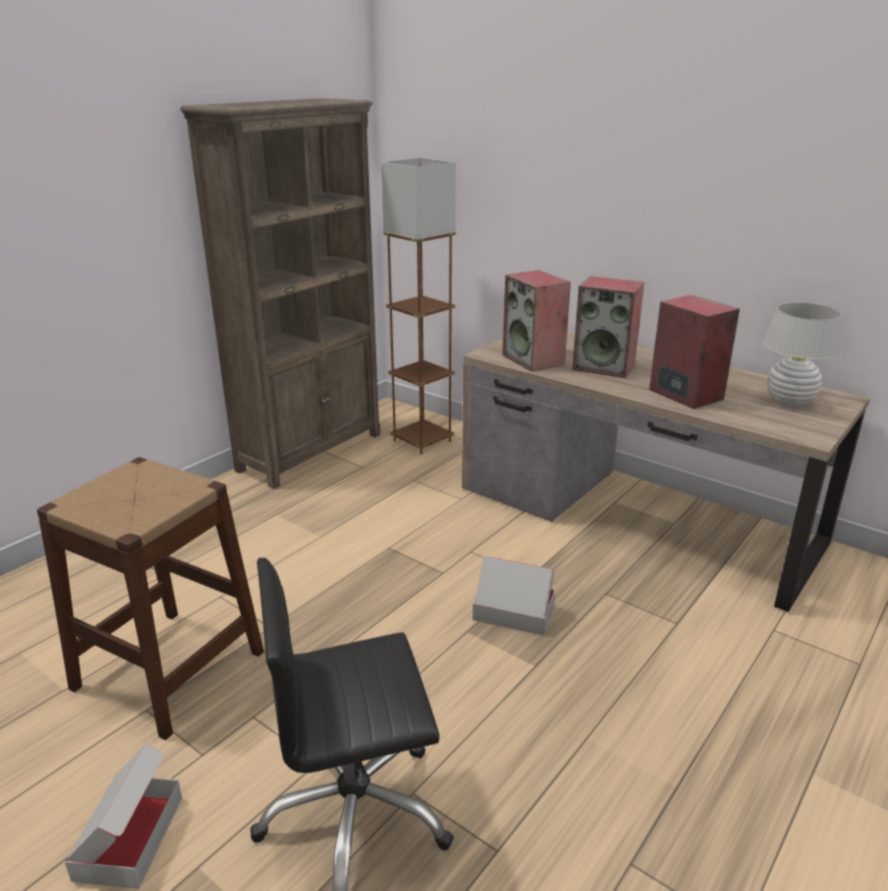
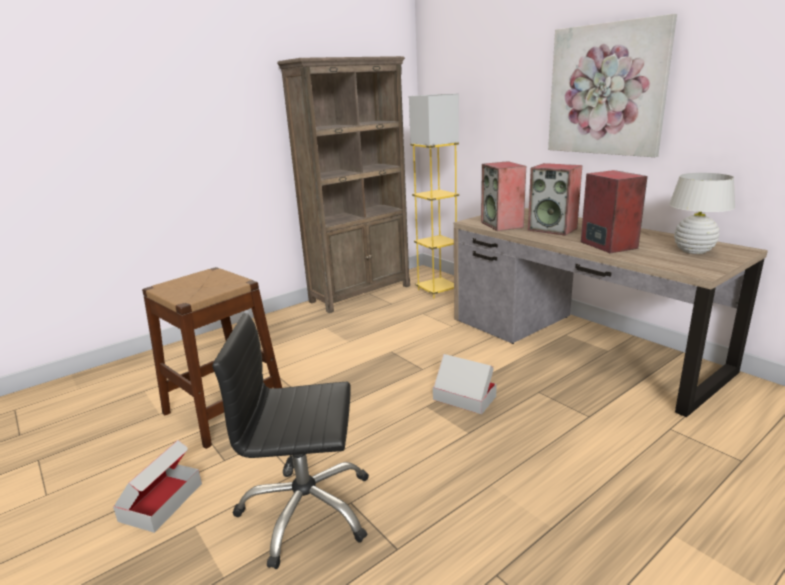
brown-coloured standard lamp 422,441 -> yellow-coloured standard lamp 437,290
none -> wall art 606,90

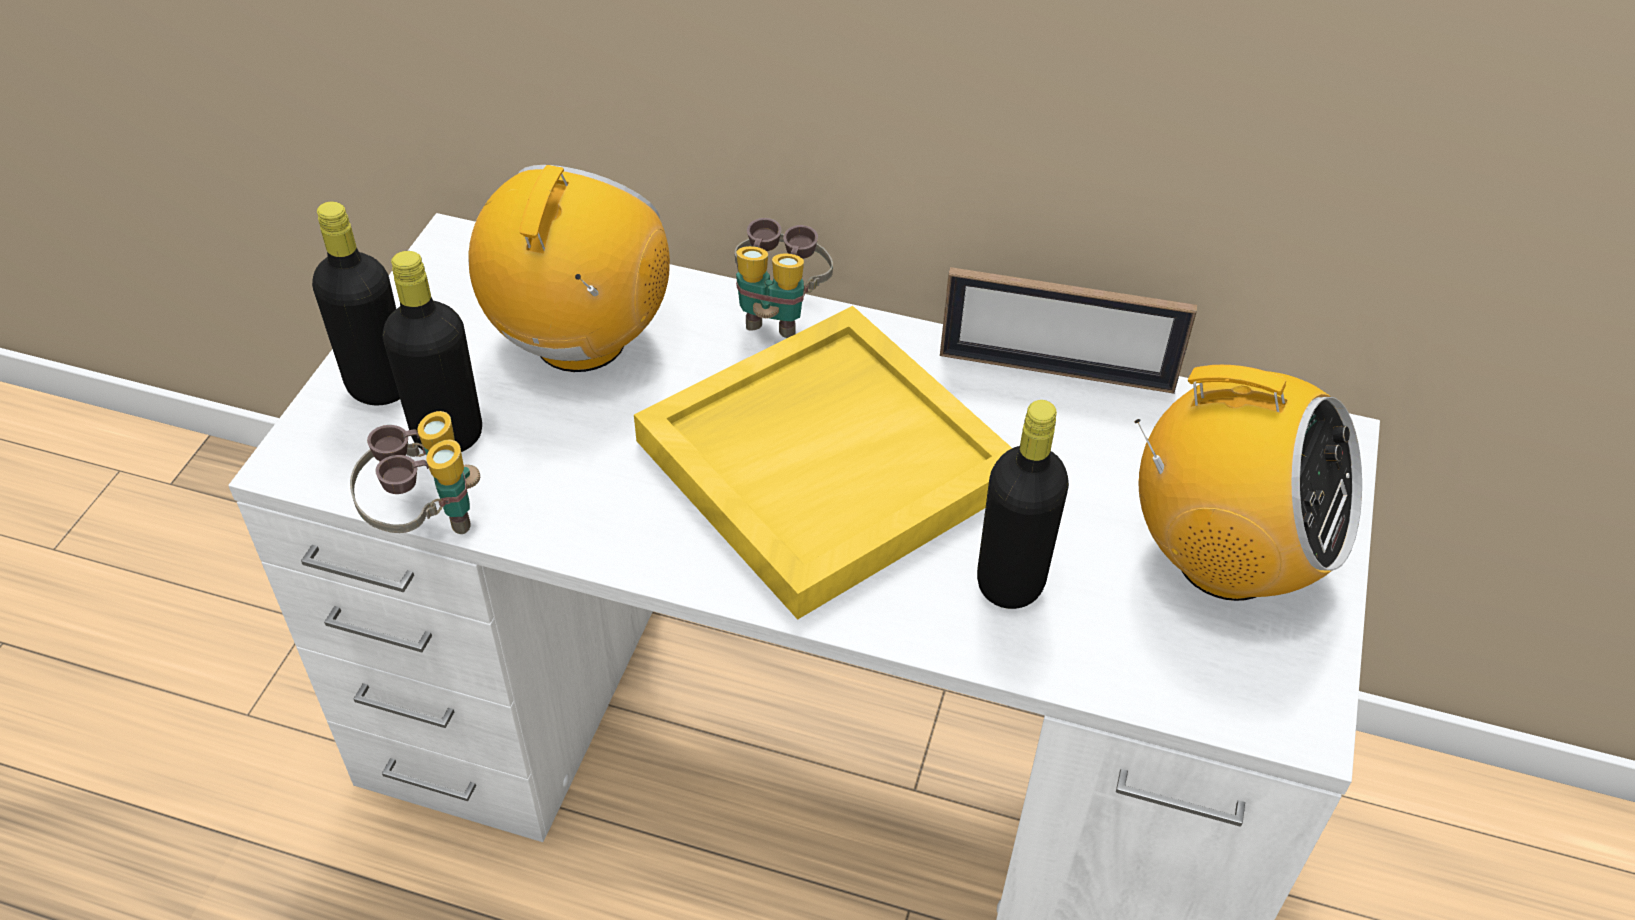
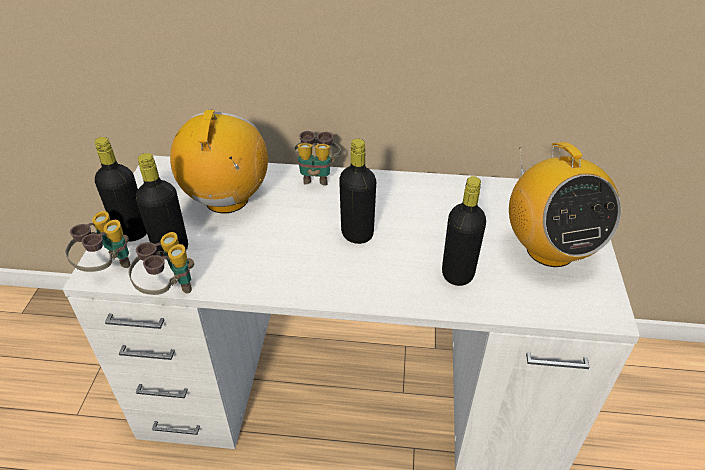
none -> binoculars 107,268
yellow-coloured tray 827,460 -> blackish drink bottle 357,234
radio receiver 1224,559 -> radio receiver 549,249, 60 degrees clockwise
picture frame 1056,371 -> none

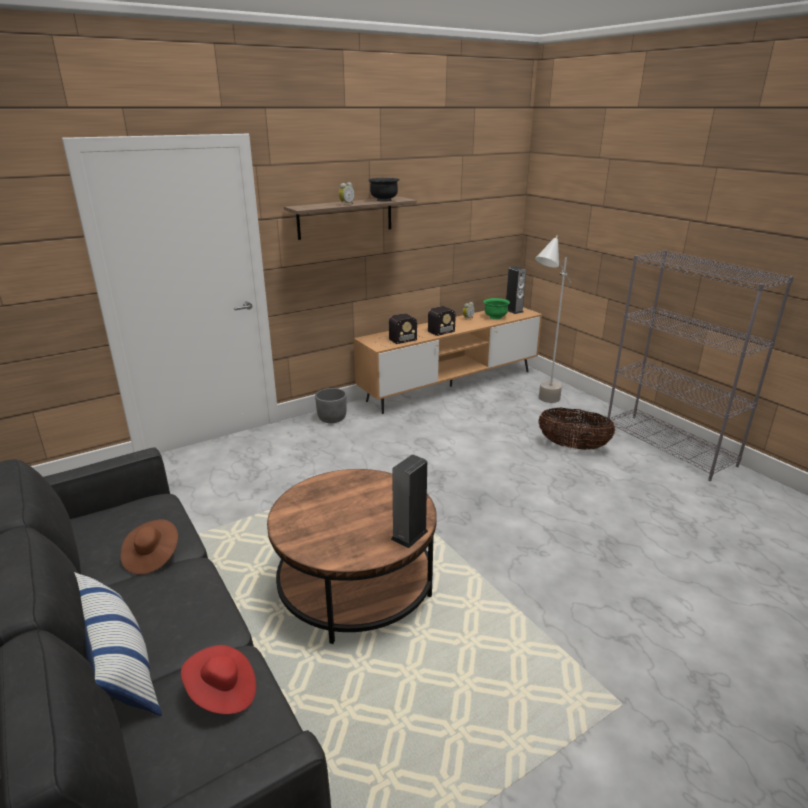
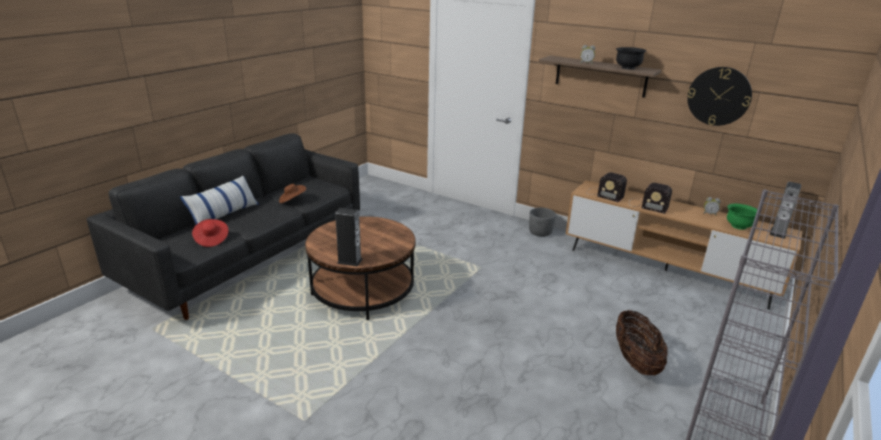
none -> wall clock 719,96
greyish standard lamp 541,404 -> none

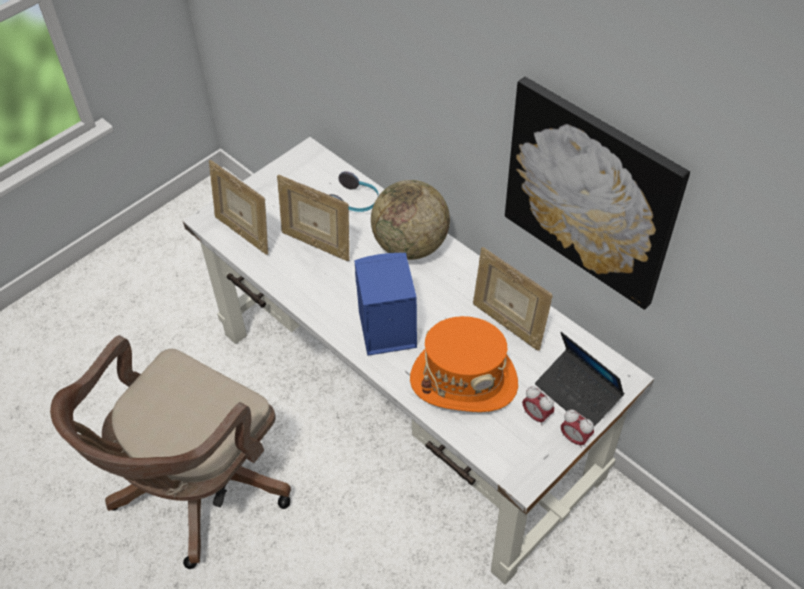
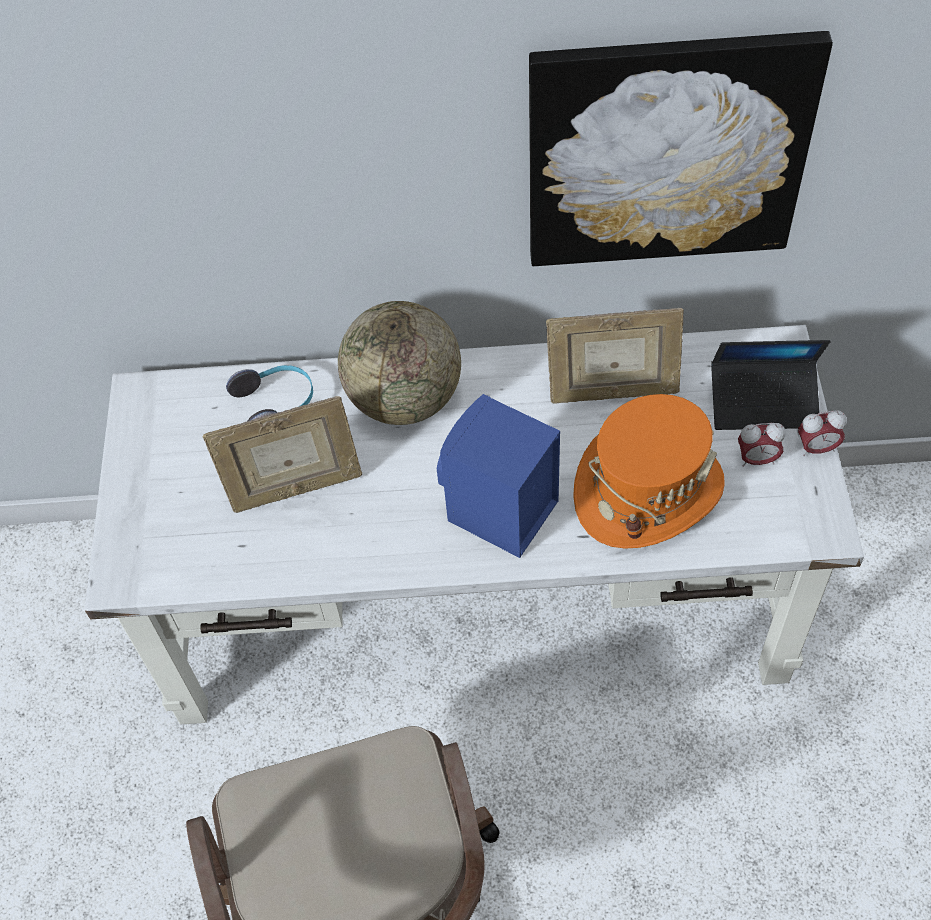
picture frame 244,233 -> none

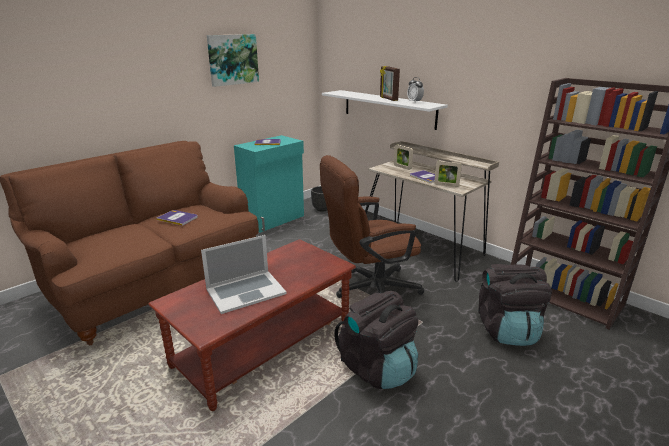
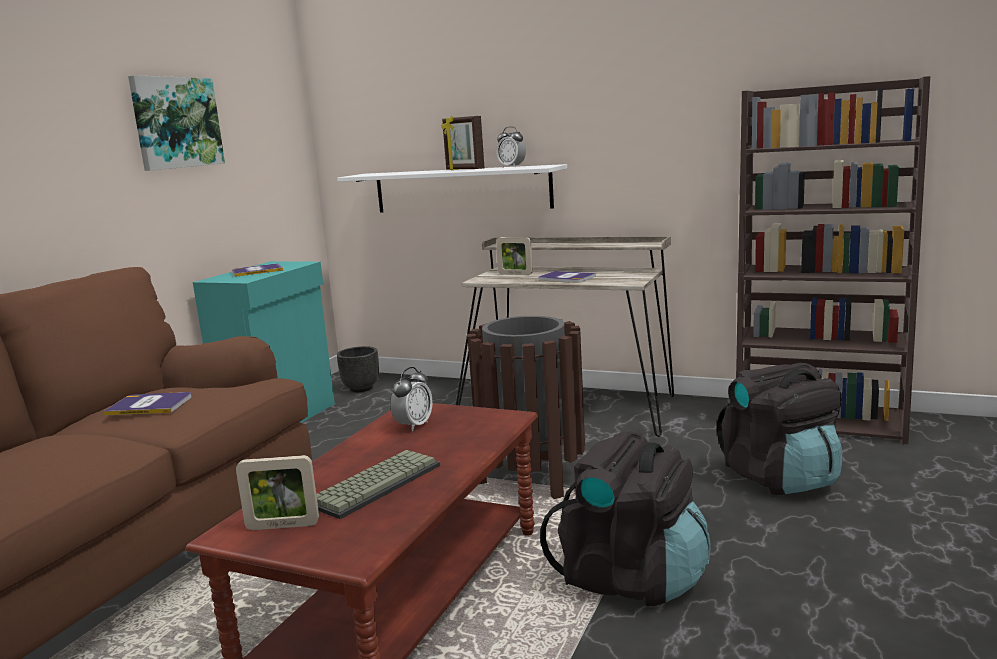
picture frame 446,185 -> picture frame 283,526, shifted
portable computer 245,291 -> PC keyboard 376,484
none -> alarm clock 414,425
brown-coloured computer chair 369,290 -> brown-coloured waste bin 532,478

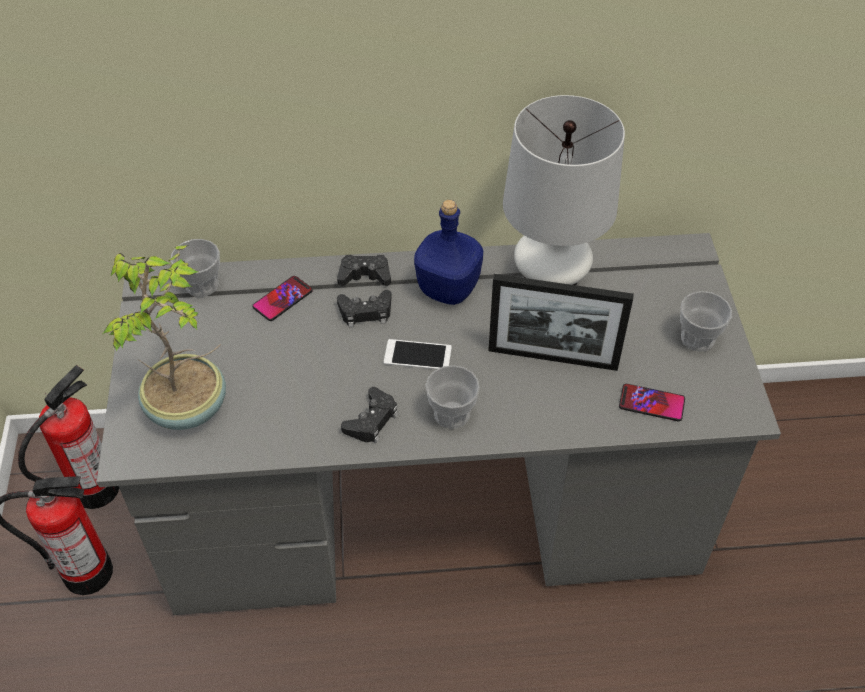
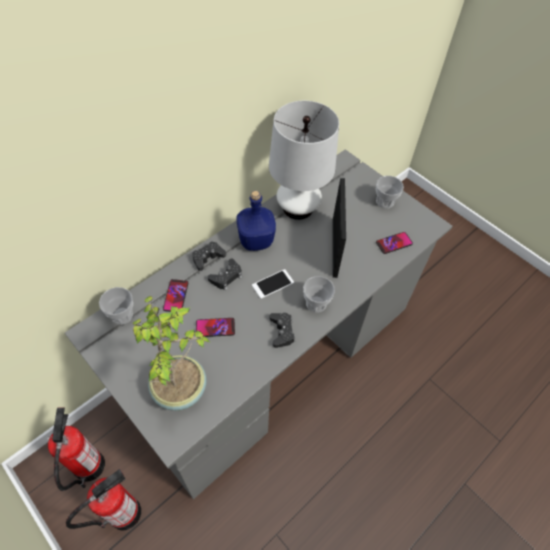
none -> telephone 215,328
picture frame 552,358 -> picture frame 334,247, 60 degrees counterclockwise

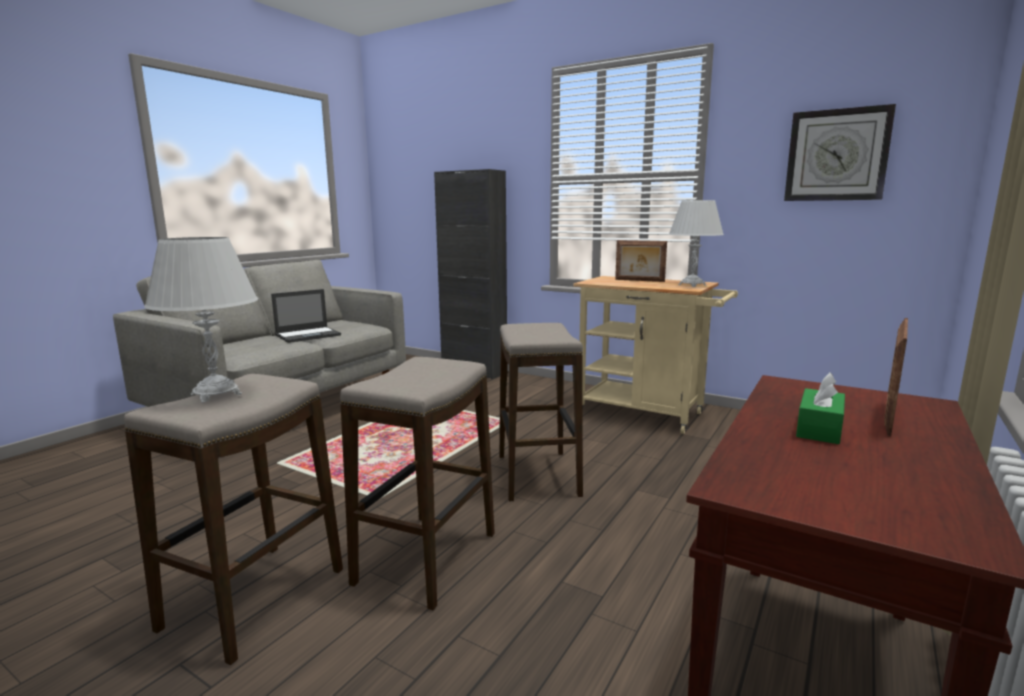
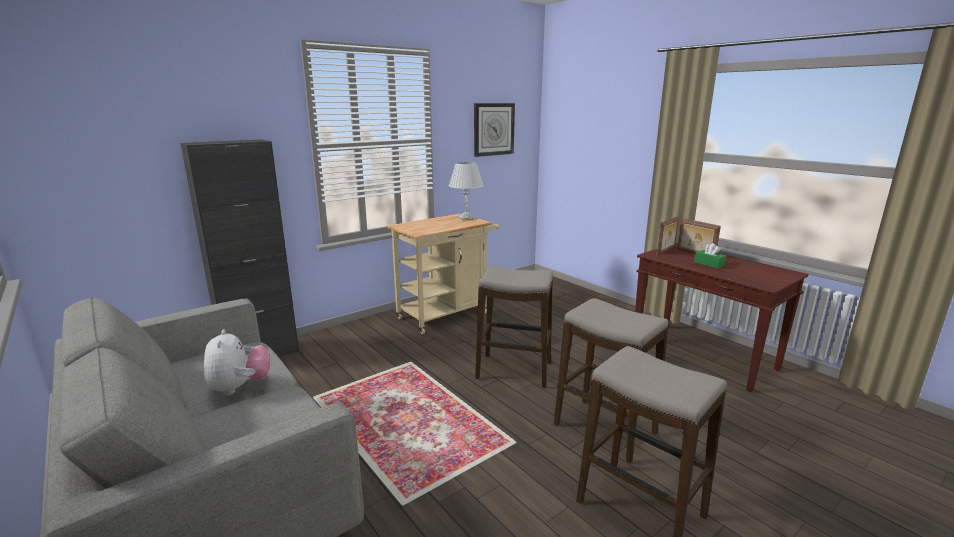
portable computer 309,335 -> plush toy 240,387
picture frame 639,280 -> picture frame 666,251, shifted
white-coloured tabletop lamp 216,394 -> none

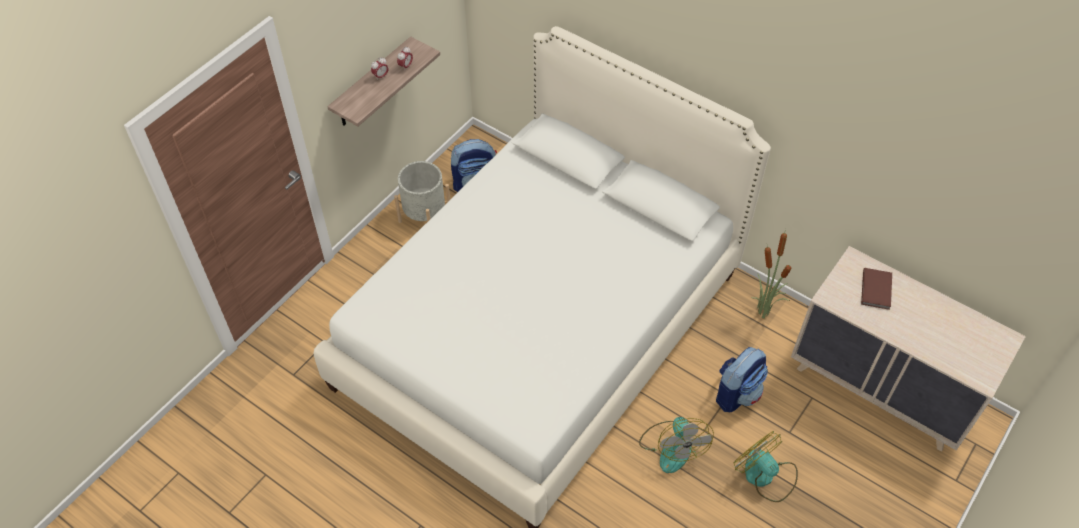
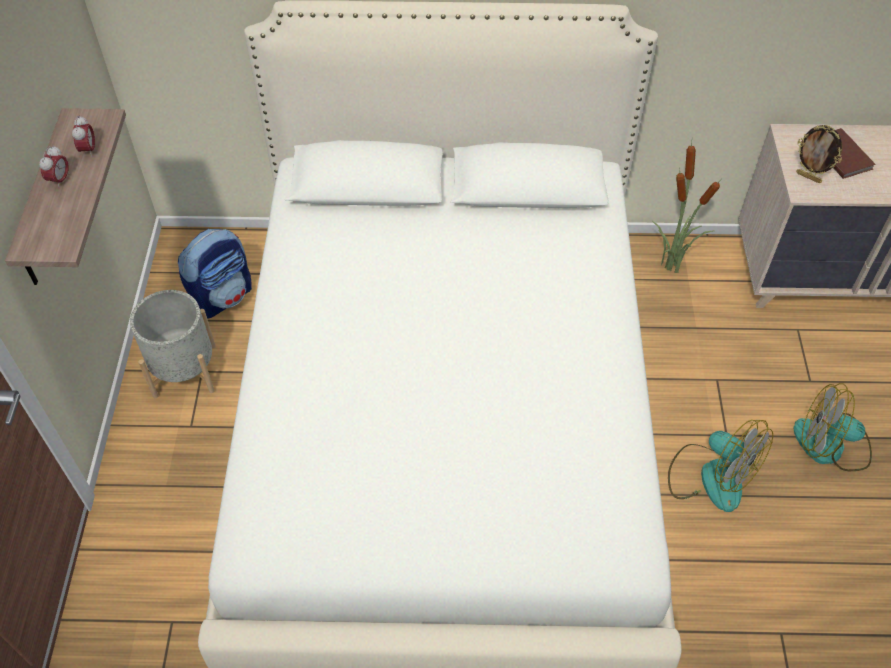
none -> picture frame 809,177
backpack 736,393 -> none

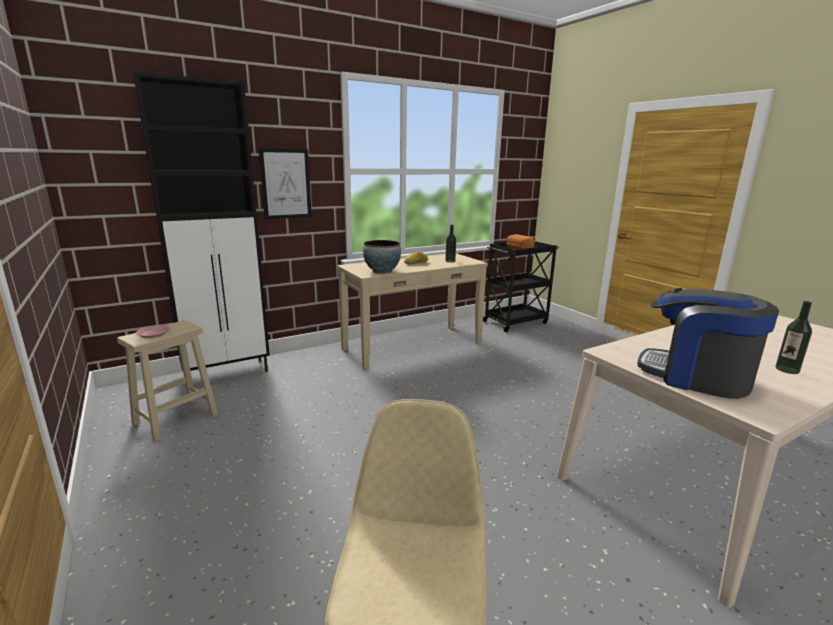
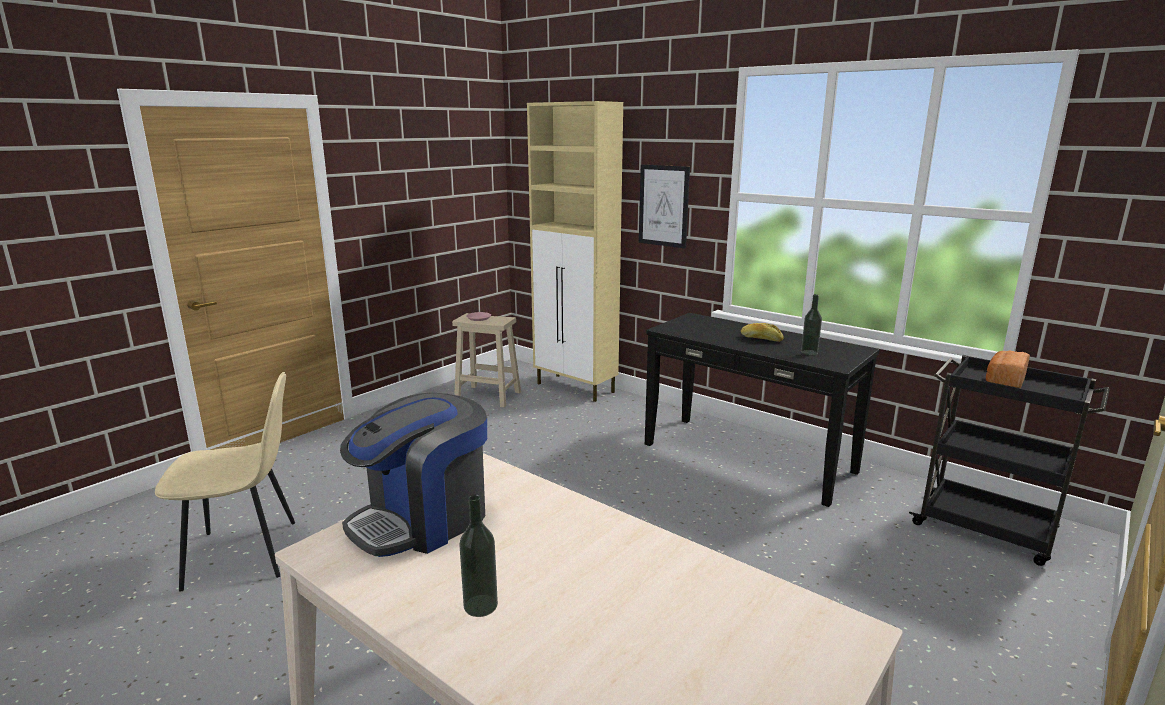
coffee brewer 695,376 -> coffee brewer 423,520, 150 degrees counterclockwise
blackish cabinet 228,373 -> beige-coloured cabinet 576,388
beige-coloured console table 412,346 -> blackish console table 747,457
bowl 382,271 -> none

